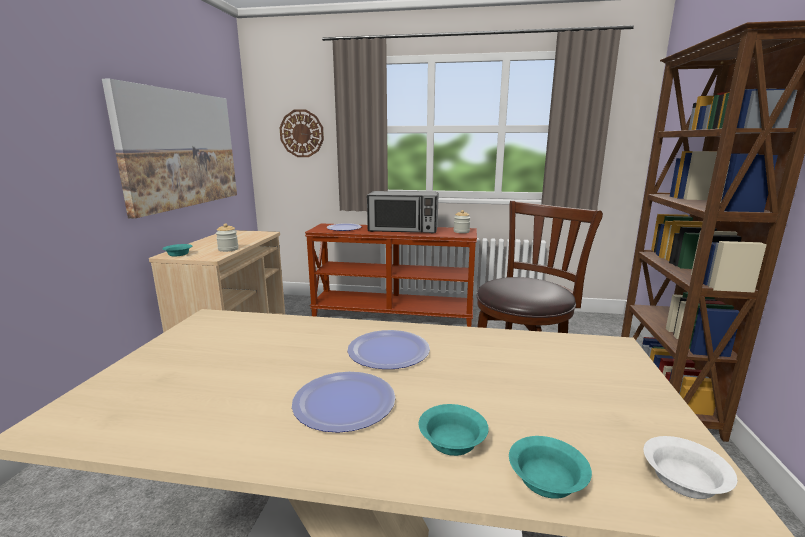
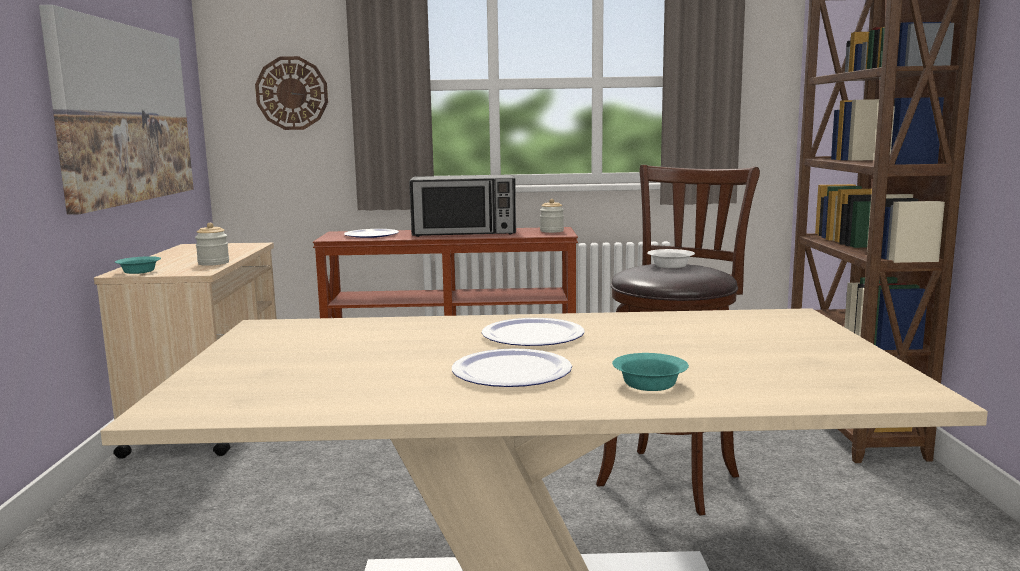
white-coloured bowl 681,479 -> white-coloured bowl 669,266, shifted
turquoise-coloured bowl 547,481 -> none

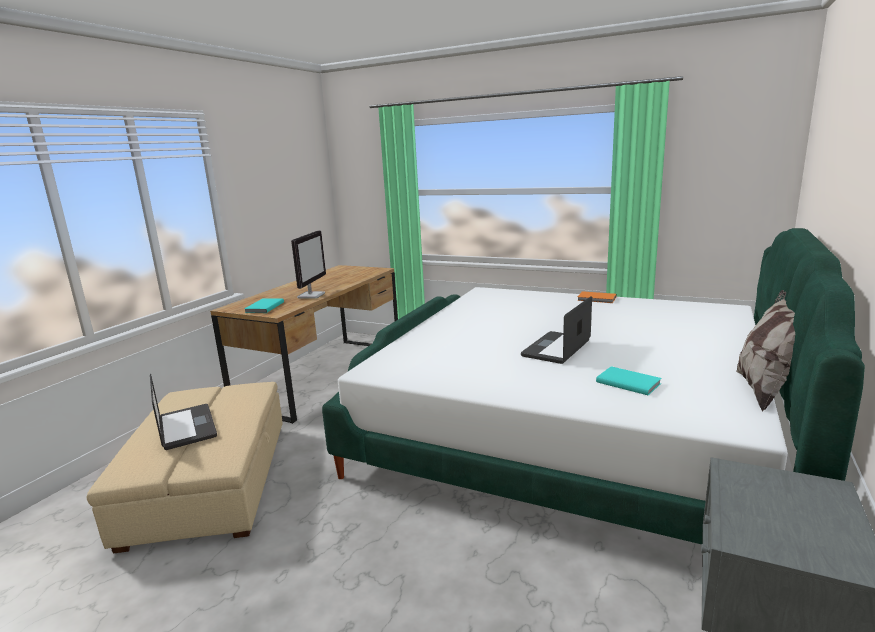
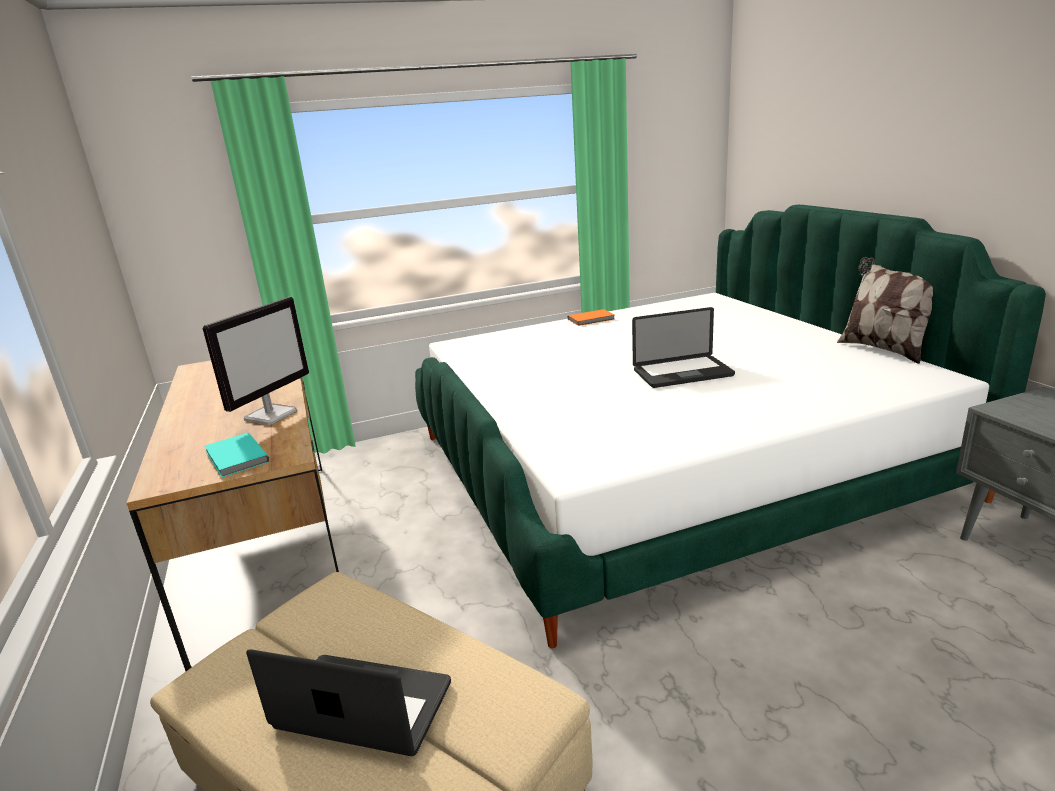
computer display 311,295 -> computer display 271,415, 60 degrees clockwise
portable computer 556,348 -> portable computer 682,373, 90 degrees counterclockwise
turquoise-coloured book 628,382 -> none

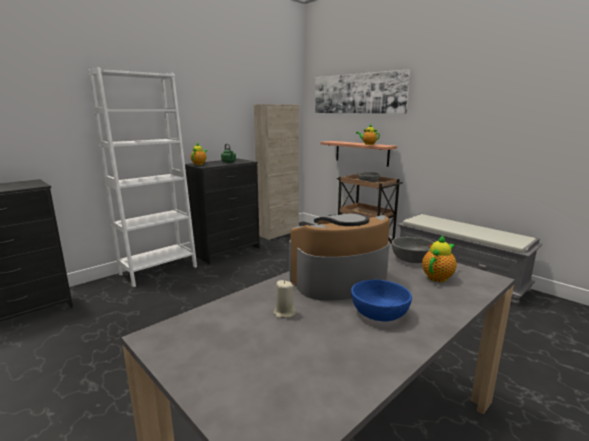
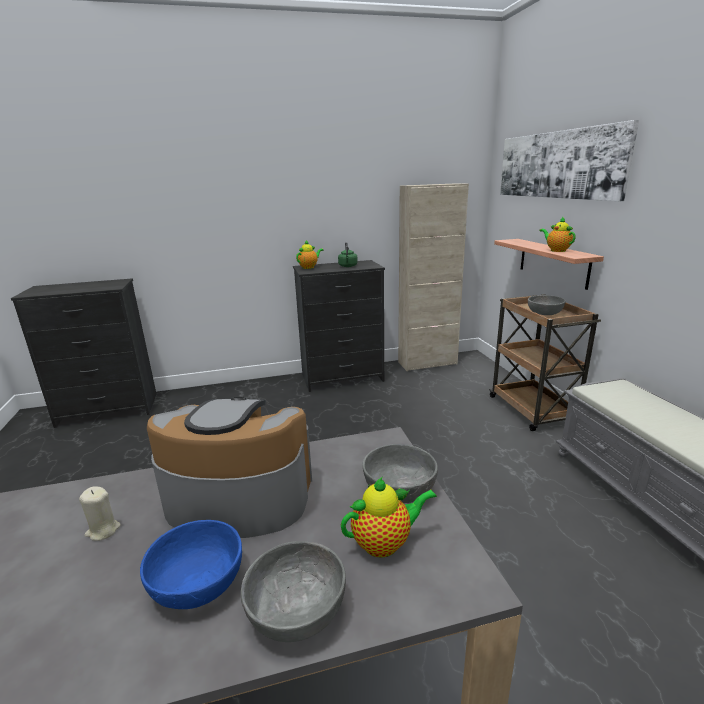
none -> greyish bowl 296,609
white-coloured bookcase 158,270 -> none

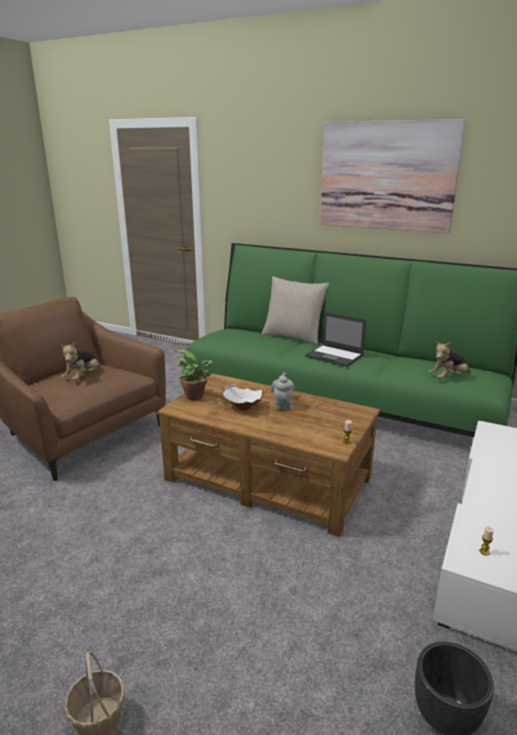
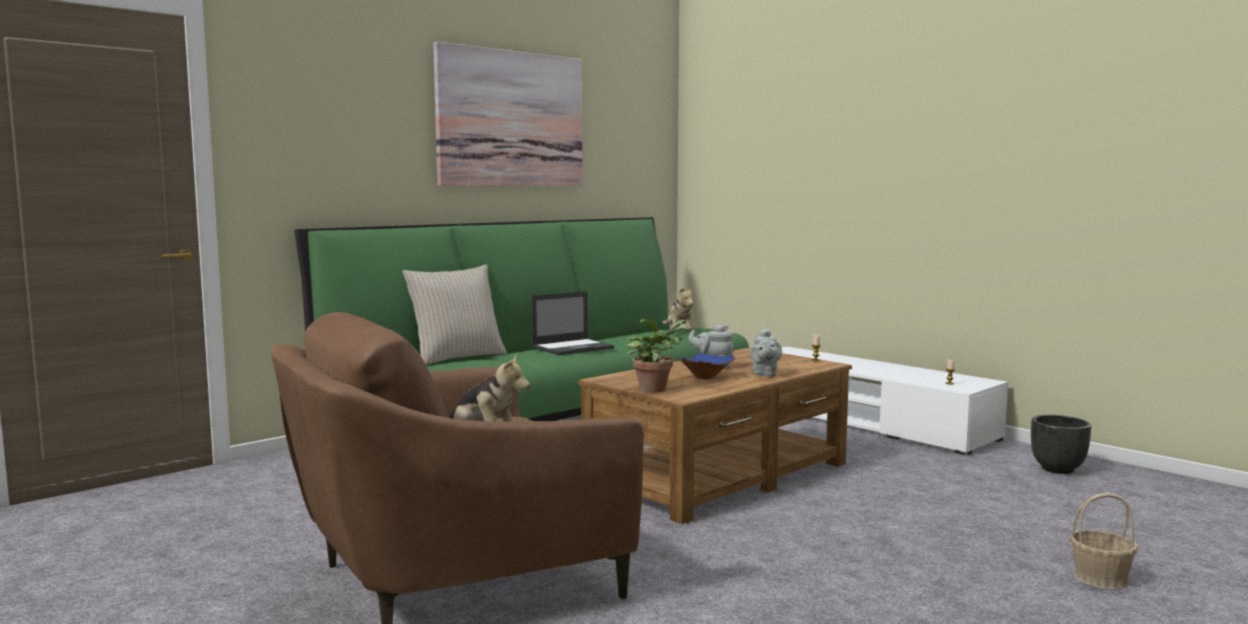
white-coloured bowl 243,407 -> bluish bowl 706,377
none -> greyish tea pot 764,374

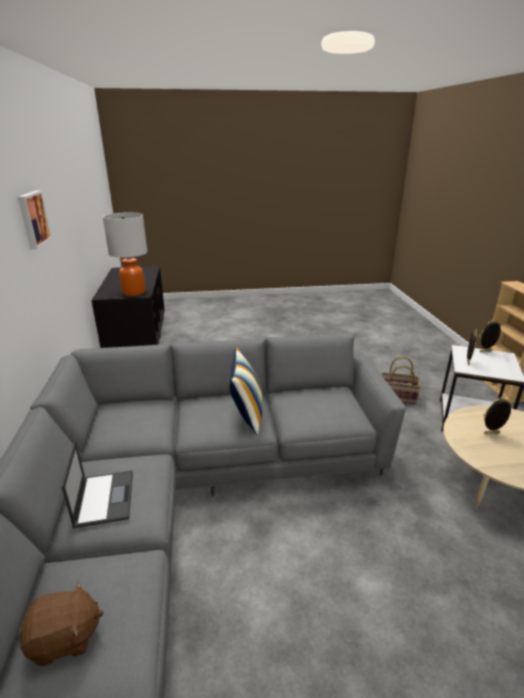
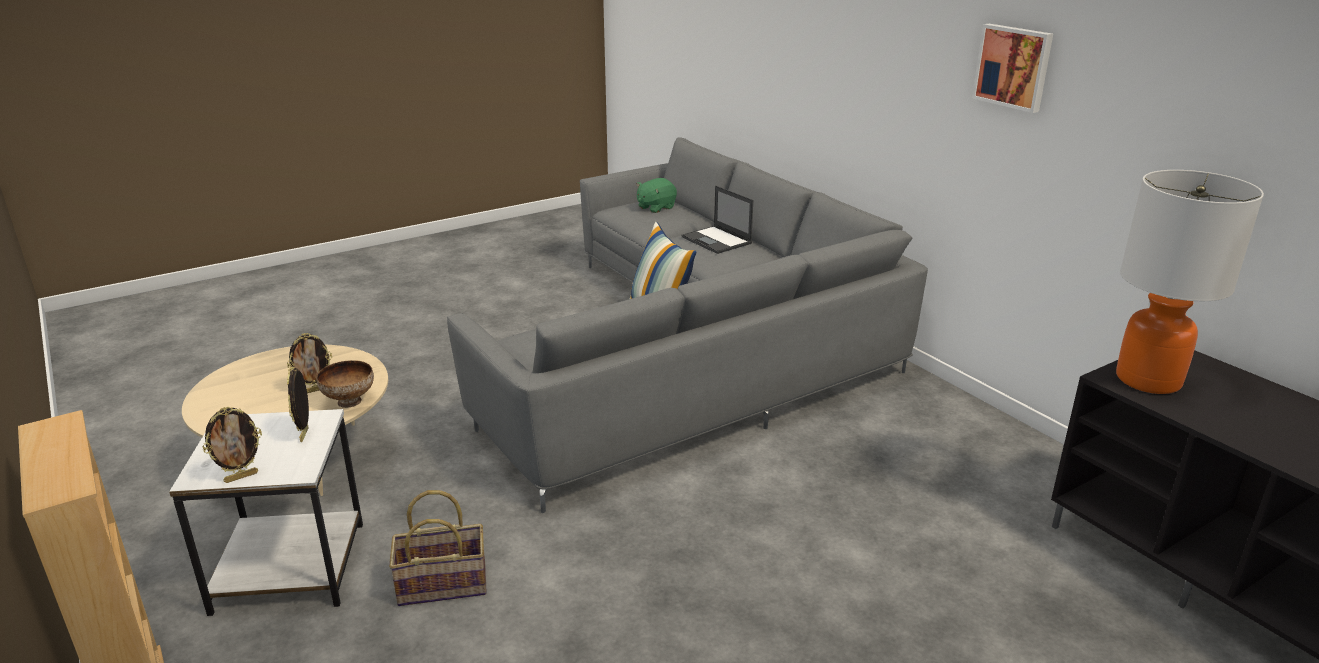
none -> bowl 350,401
brown-coloured plush toy 65,638 -> green plush toy 655,207

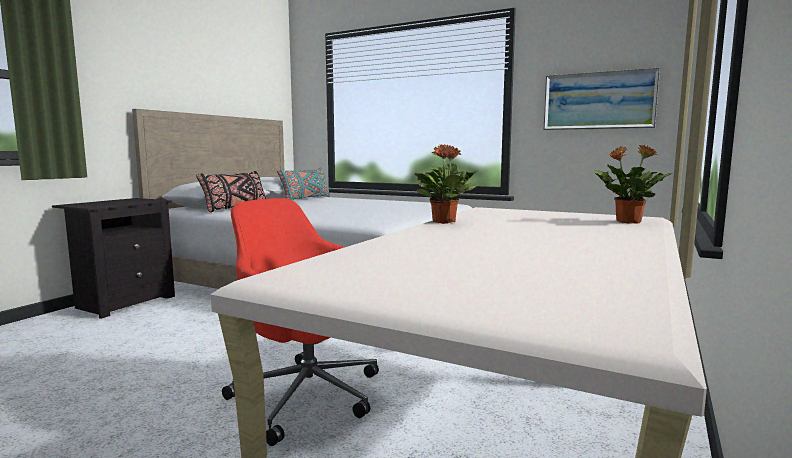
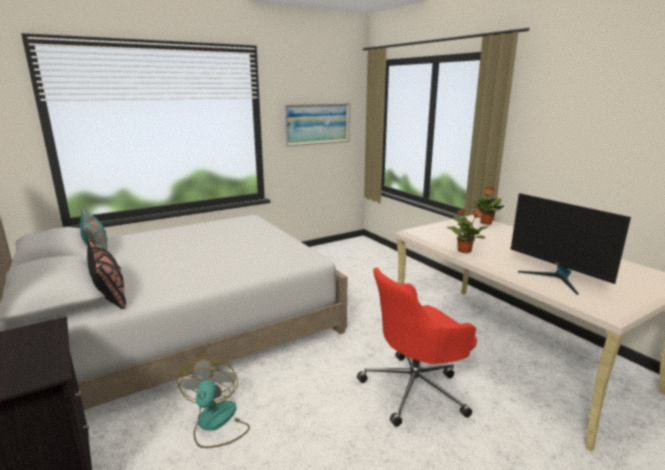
none -> cooling fan 216,424
none -> computer display 557,278

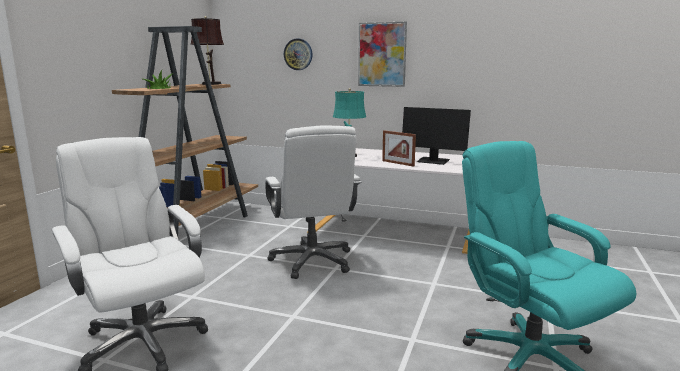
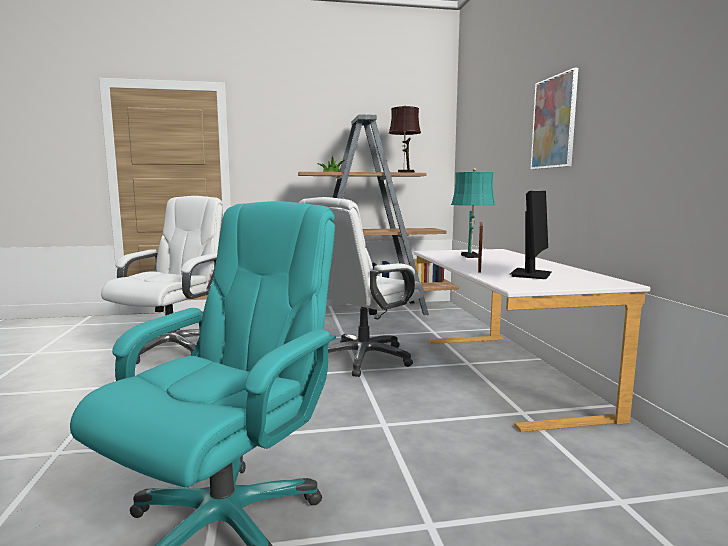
computer display 433,161 -> computer display 531,274, 150 degrees counterclockwise
wall clock 298,54 -> none

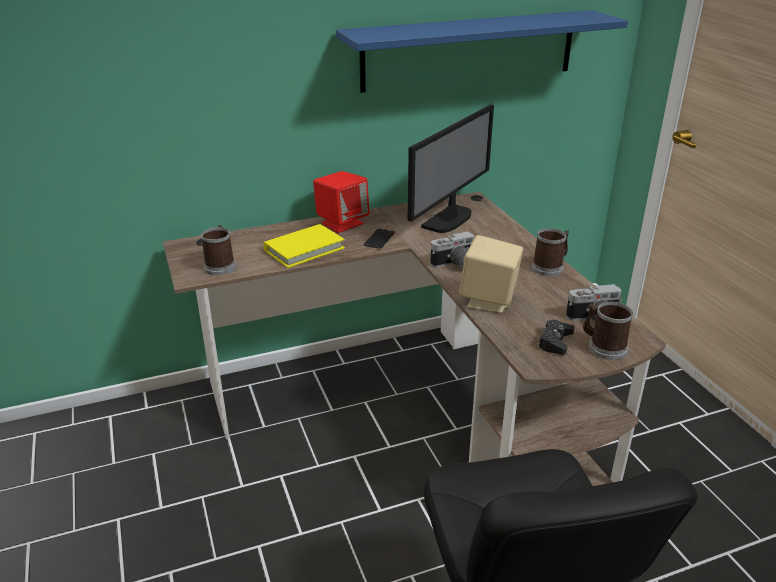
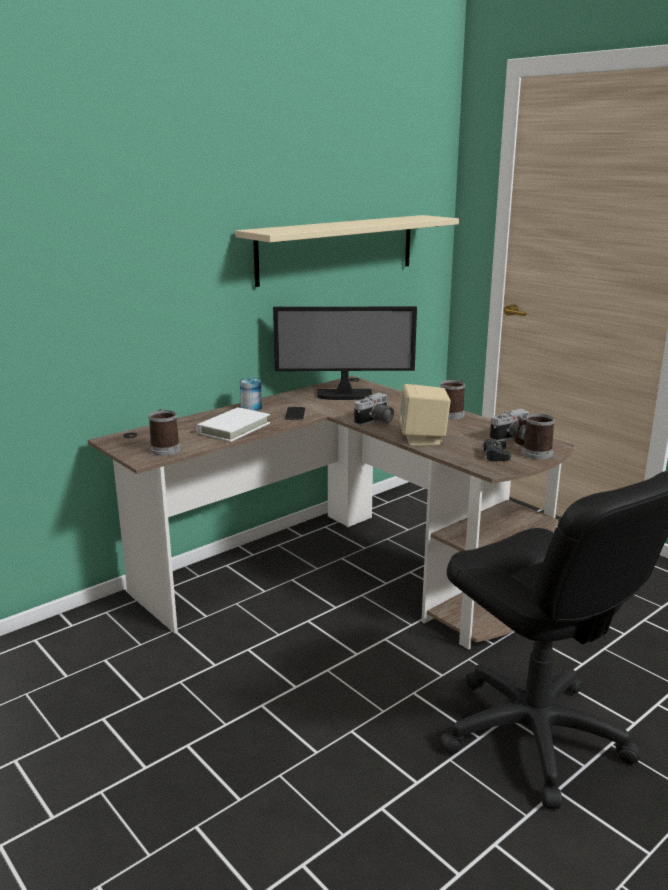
yellow-coloured book 304,249 -> white-coloured book 233,428
bluish shelf 470,50 -> beige-coloured shelf 337,249
red-coloured audio speaker 342,223 -> sealed can 251,408
computer display 449,220 -> computer display 344,395, 75 degrees clockwise

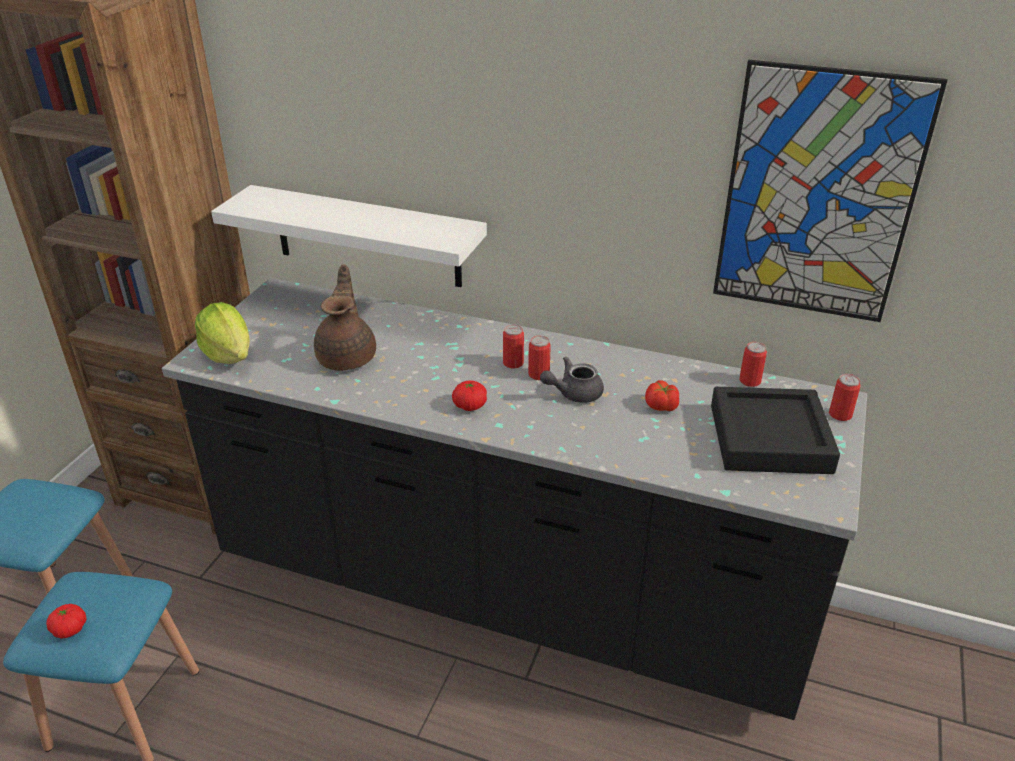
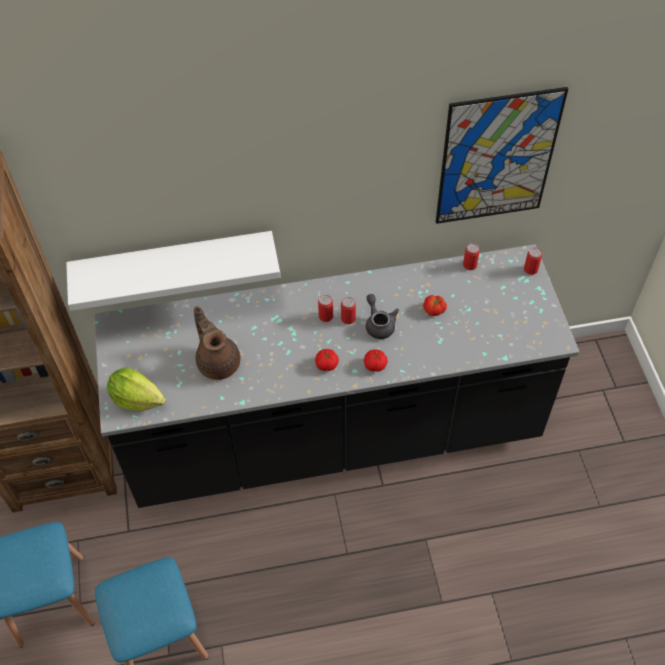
whole tomato 70,629 -> whole tomato 375,365, shifted
greyish tea pot 573,393 -> greyish tea pot 379,324, 120 degrees clockwise
blackish tray 769,439 -> none

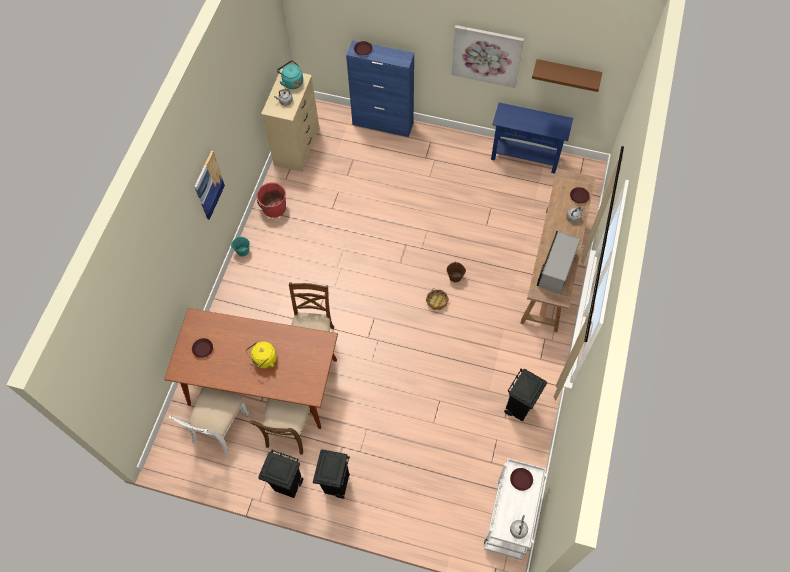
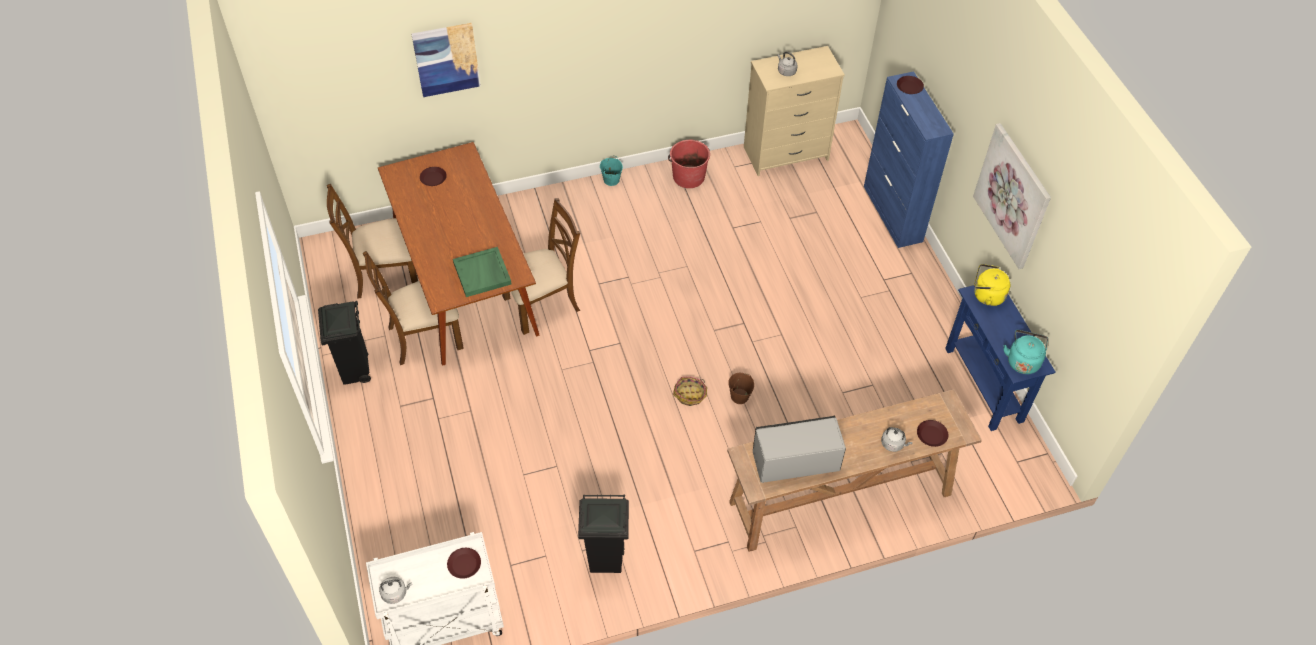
white-coloured upright chair 219,428 -> brown-coloured upright chair 385,275
wall art 209,185 -> wall art 446,59, shifted
none -> green tray 483,273
yellow-coloured tea kettle 264,360 -> yellow-coloured tea kettle 986,295, shifted
turquoise-coloured tea kettle 292,82 -> turquoise-coloured tea kettle 1022,361, shifted
blackish waste bin 336,485 -> none
brown-coloured shelf 567,73 -> none

